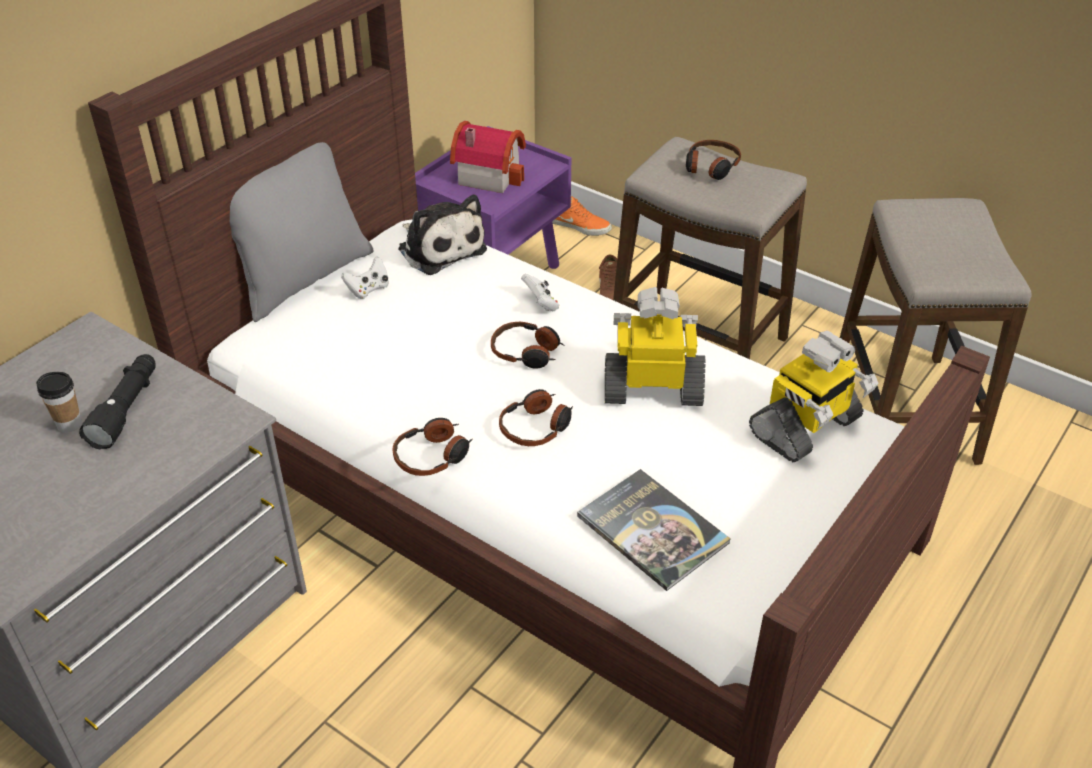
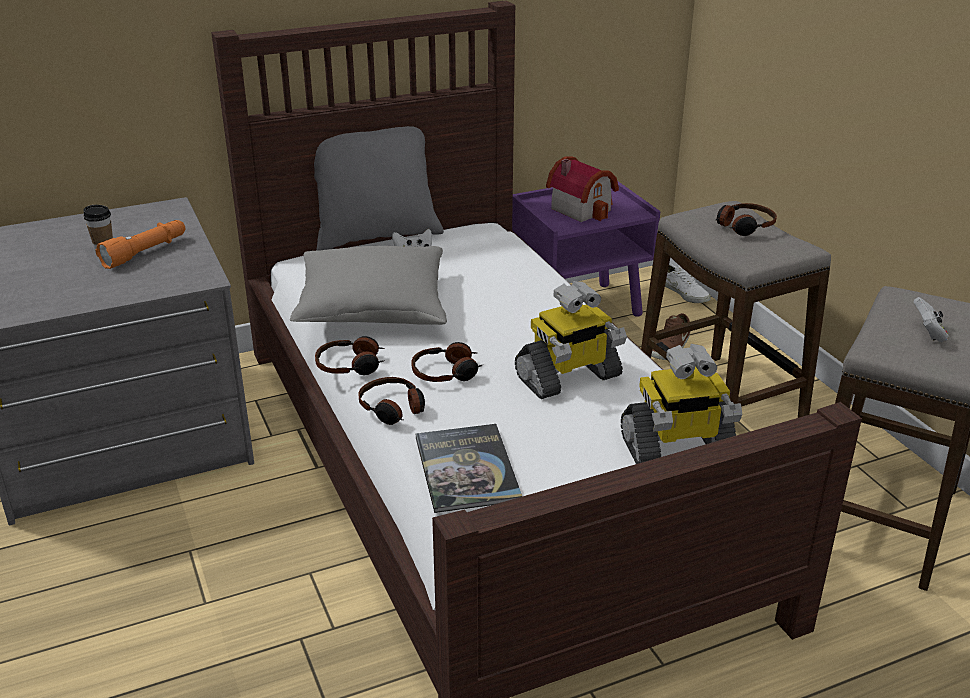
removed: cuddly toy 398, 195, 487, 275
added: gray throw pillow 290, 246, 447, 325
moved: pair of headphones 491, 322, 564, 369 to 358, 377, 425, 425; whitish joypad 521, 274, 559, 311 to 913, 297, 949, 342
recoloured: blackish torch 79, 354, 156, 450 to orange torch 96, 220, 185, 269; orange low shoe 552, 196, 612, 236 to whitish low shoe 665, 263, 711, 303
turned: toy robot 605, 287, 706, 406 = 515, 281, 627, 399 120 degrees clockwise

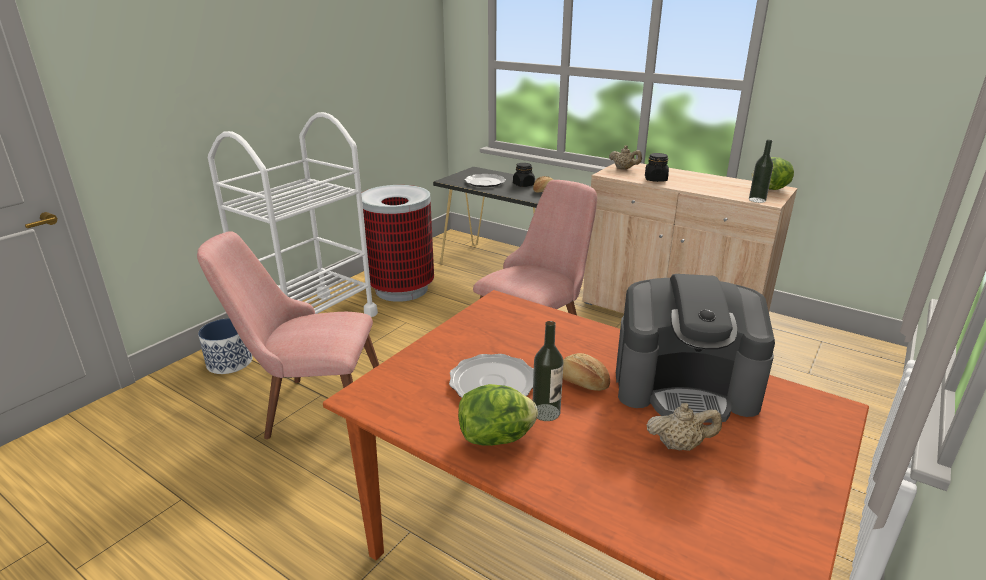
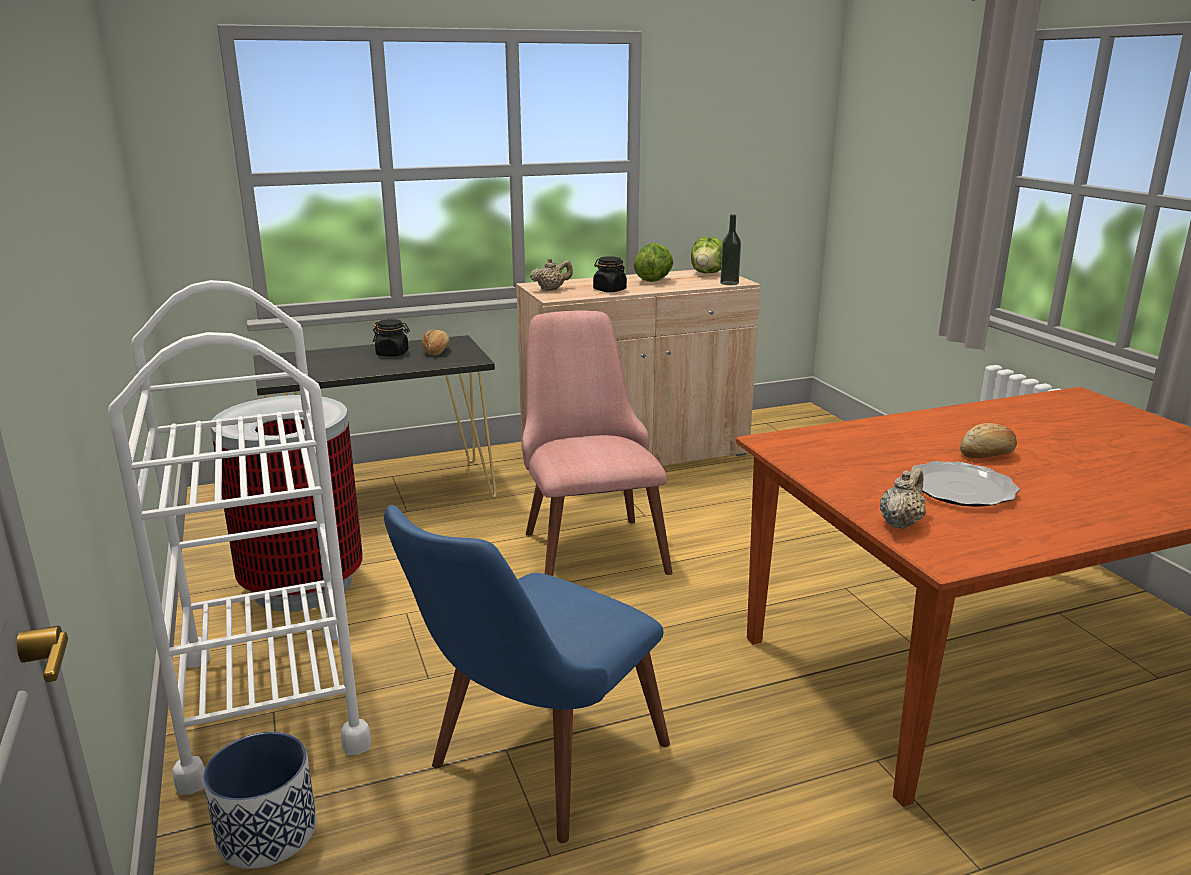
removed: flat dish 465, 174, 506, 187; beverage bottle 533, 321, 564, 421; coffee machine 616, 274, 775, 423
moved: lettuce head 458, 384, 538, 446 to 634, 243, 673, 282; beige-coloured pot for tea 646, 403, 722, 451 to 880, 467, 926, 530
recoloured: pink-coloured chair 197, 231, 379, 439 to blue-coloured chair 384, 505, 670, 843

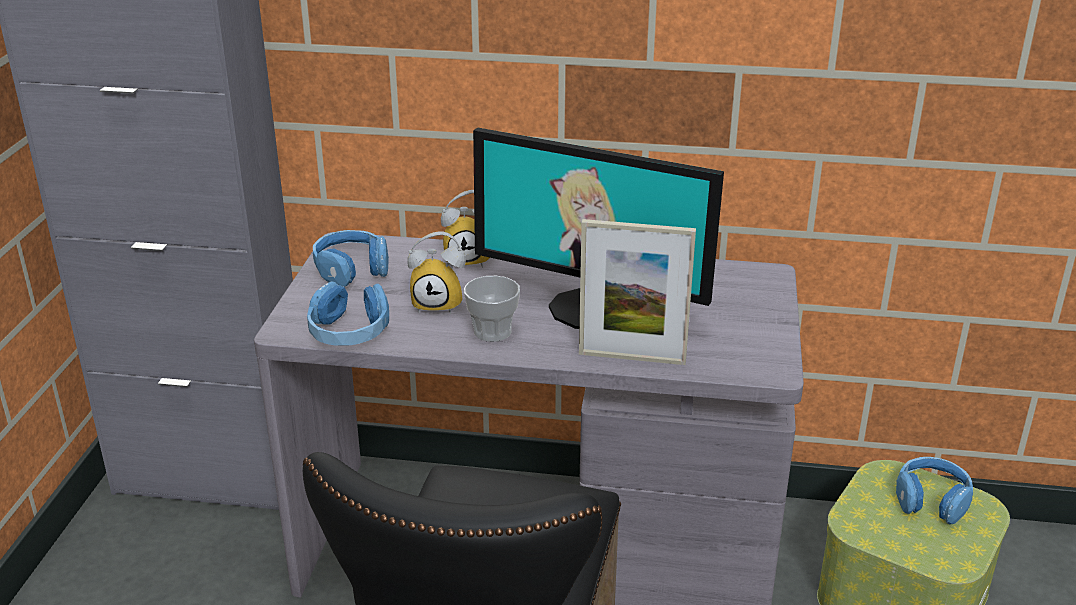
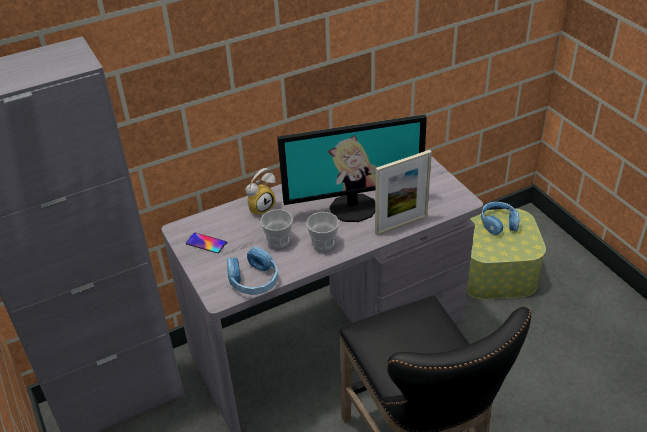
replaced: blue-coloured pair of headphones 313, 230, 389, 287 to phone 186, 233, 227, 253; bedside clock 407, 231, 466, 314 to small cup 260, 209, 293, 248

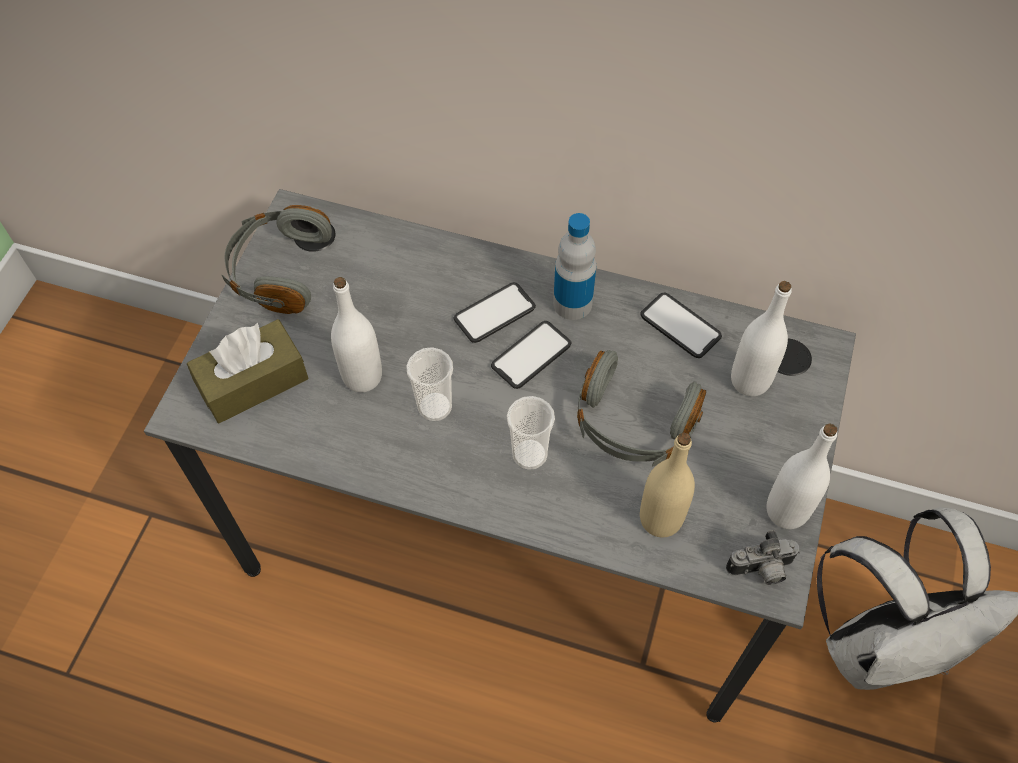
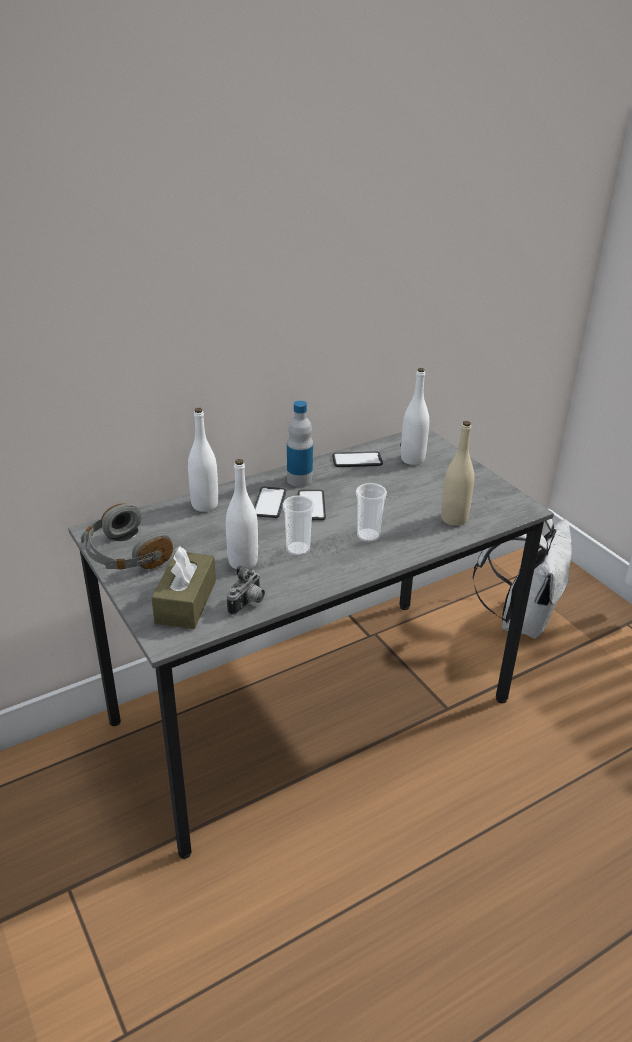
removed: gray pair of headphones 577, 350, 706, 467
moved: photo camera 726, 530, 800, 585 to 227, 565, 265, 615; whitish beverage bottle 766, 423, 837, 529 to 188, 408, 218, 512

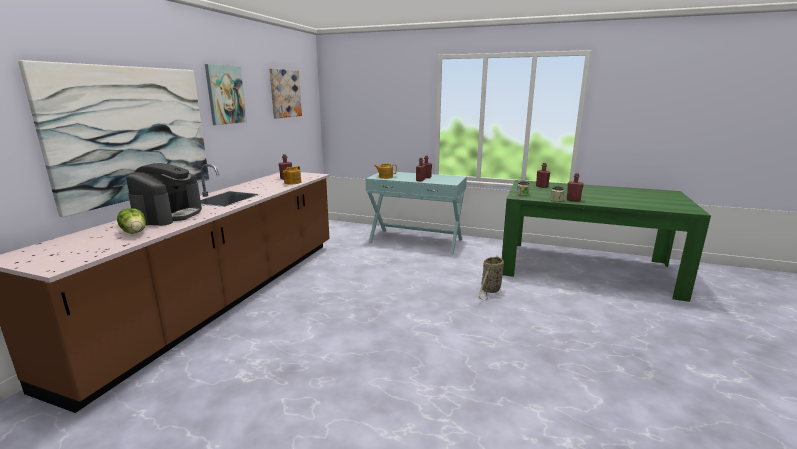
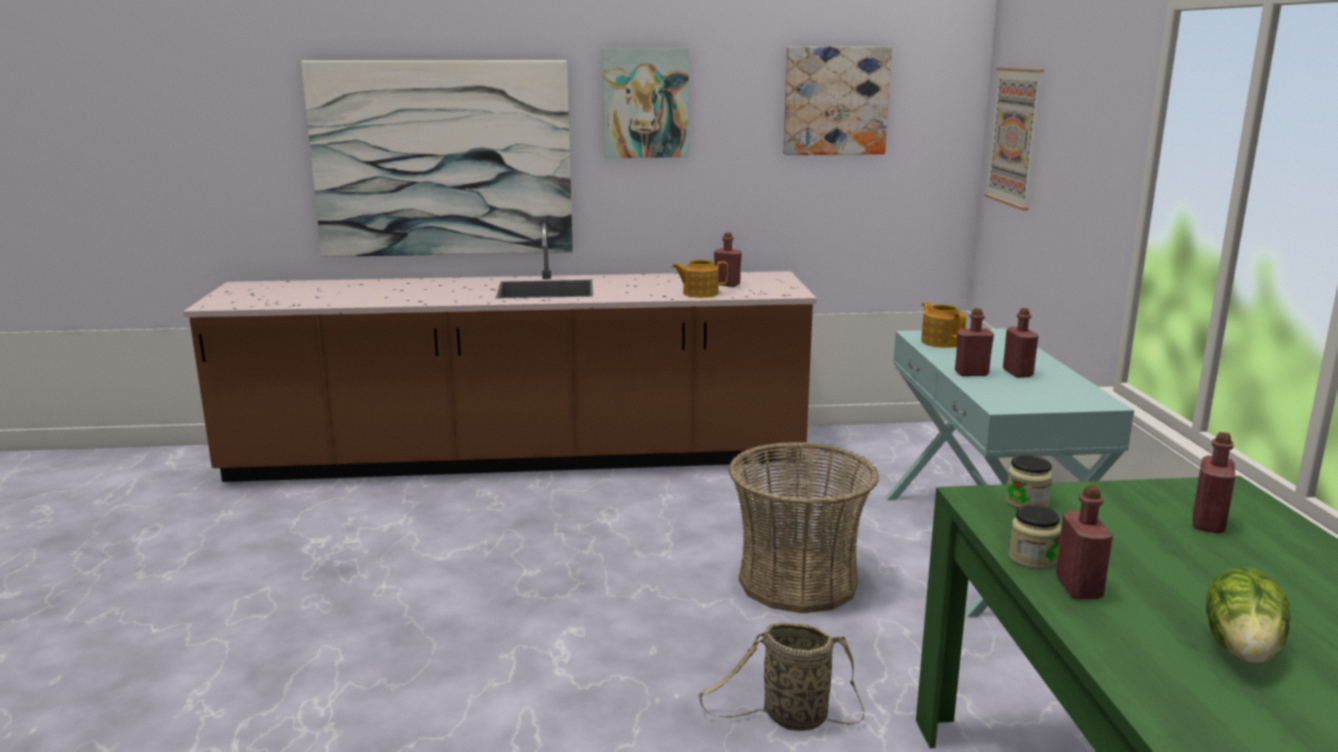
removed: coffee machine 126, 163, 202, 226
added: storage basket 728, 442, 879, 613; wall picture 985, 67, 1044, 210
moved: lettuce head 117, 208, 146, 234 to 1206, 567, 1290, 664

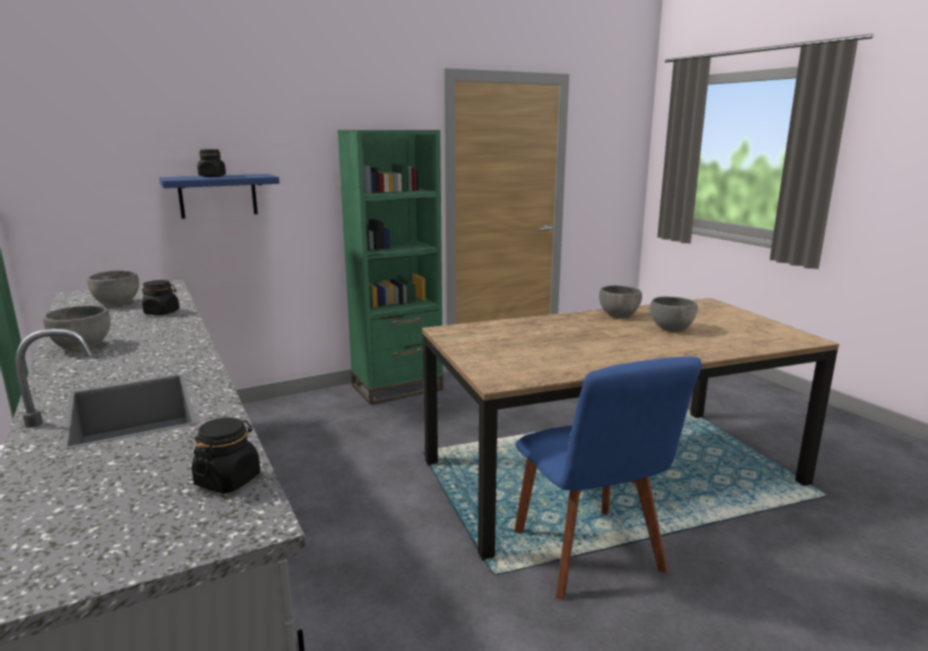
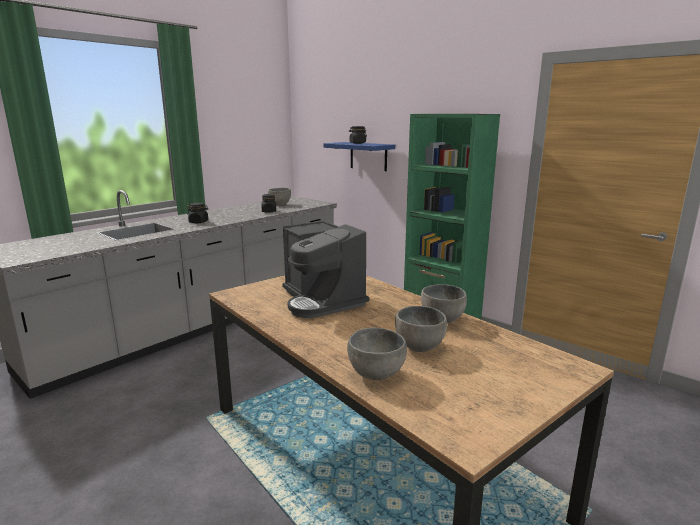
removed: blue-coloured chair 514, 356, 702, 600
added: coffee machine 282, 221, 369, 318
moved: gray deep dish 43, 306, 111, 351 to 347, 328, 407, 380; blackish jar 192, 417, 260, 494 to 187, 203, 208, 223

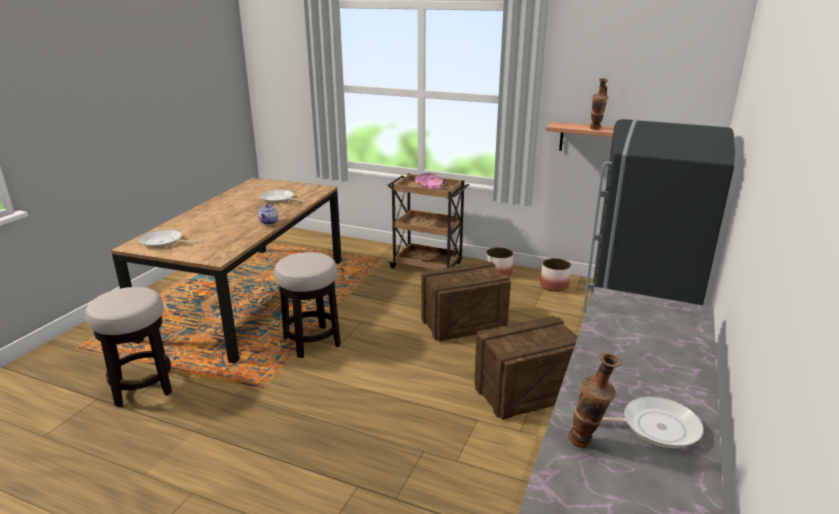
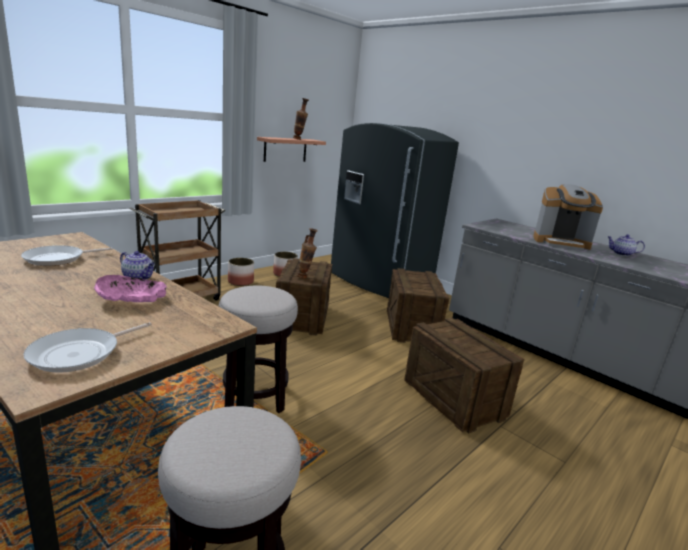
added: shipping crate 404, 318, 524, 433; coffee machine 533, 184, 603, 251
moved: pink-coloured deep dish 415, 173, 447, 189 to 94, 275, 166, 302; flower vase 568, 353, 621, 448 to 297, 228, 318, 278
replaced: pan 601, 396, 704, 448 to pot for tea 608, 234, 645, 256

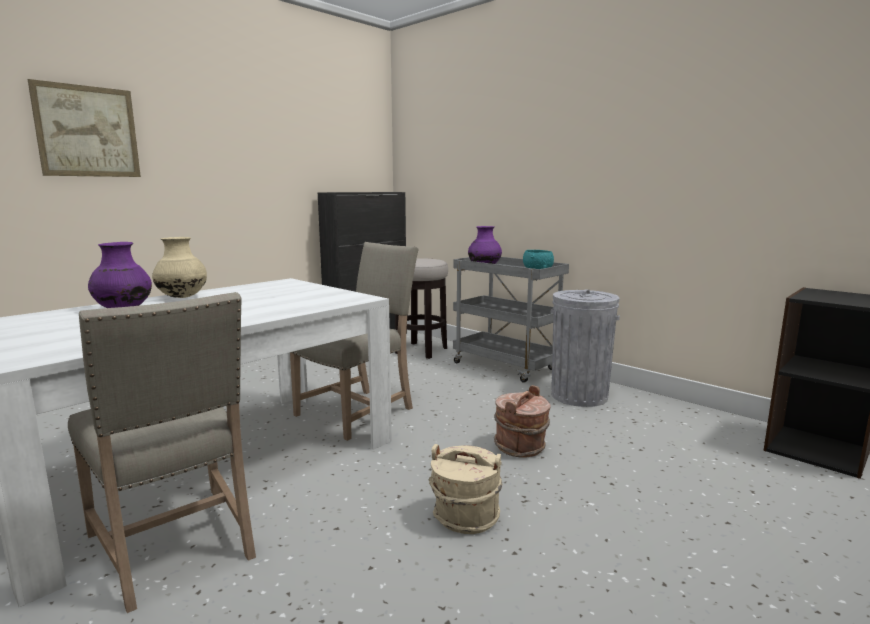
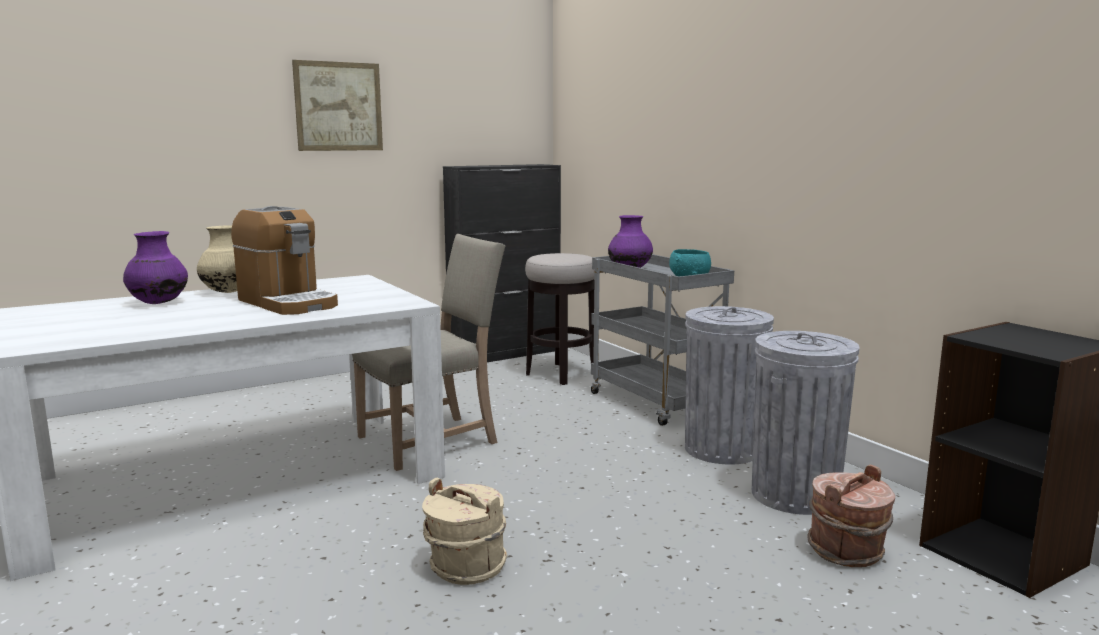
removed: beige-coloured chair 68, 292, 256, 613
added: coffee machine 231, 206, 338, 315; gray rubbish bin 752, 331, 860, 515
moved: wall picture 27, 79, 141, 177 to 292, 60, 383, 151; brown bucket 494, 385, 551, 458 to 807, 464, 895, 567

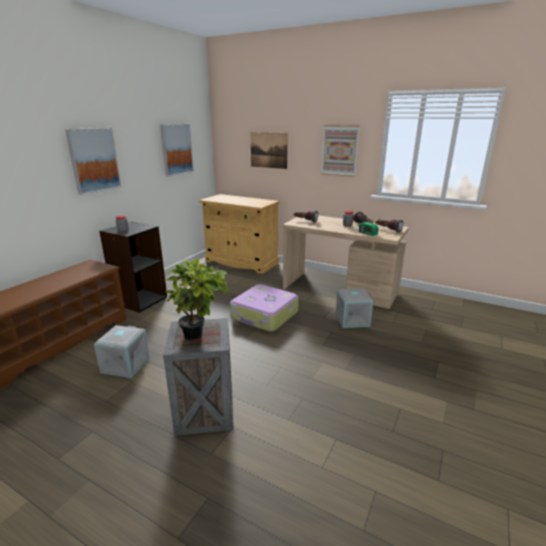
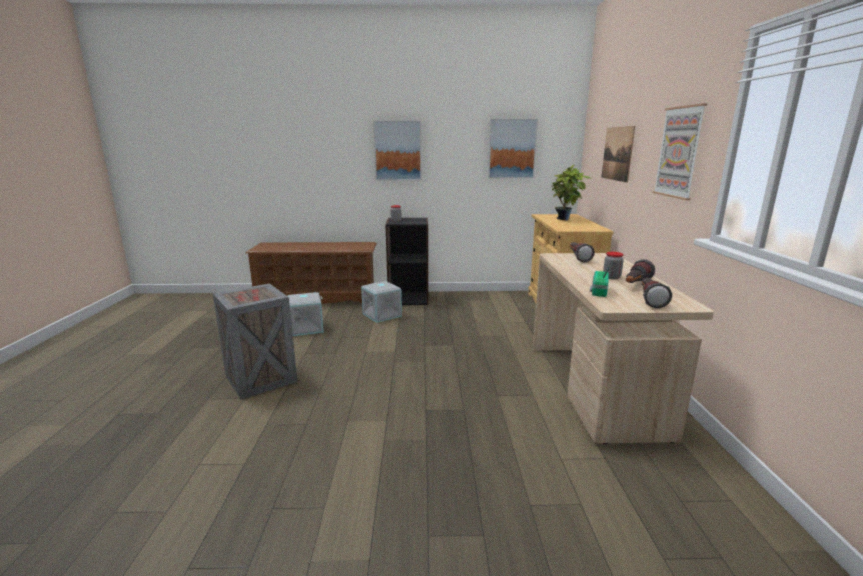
removed: travel case 230, 284, 299, 332
moved: plant in a pot 165, 258, 229, 341 to 551, 165, 591, 220; gray storage container 336, 289, 373, 328 to 361, 281, 402, 323

